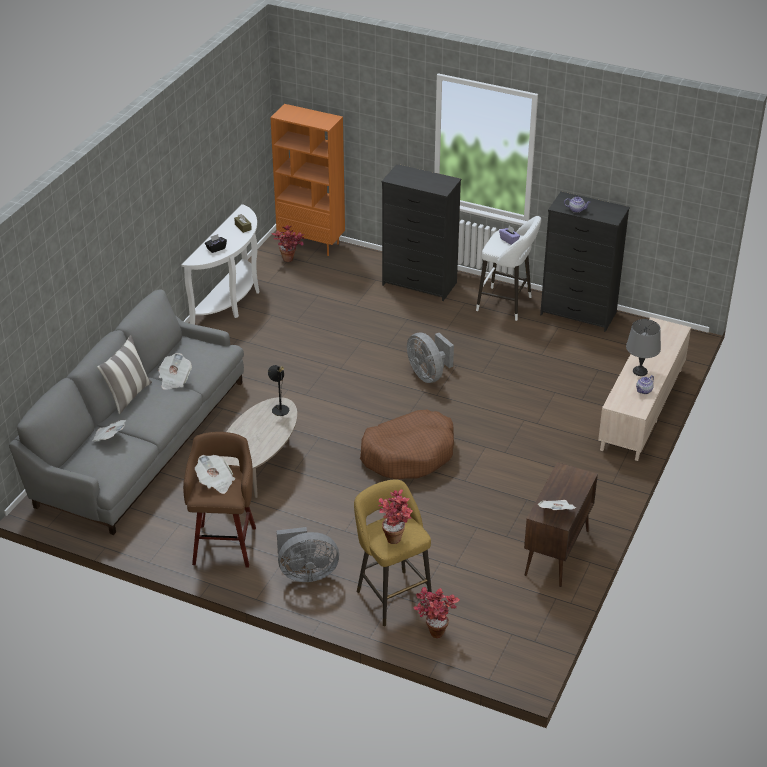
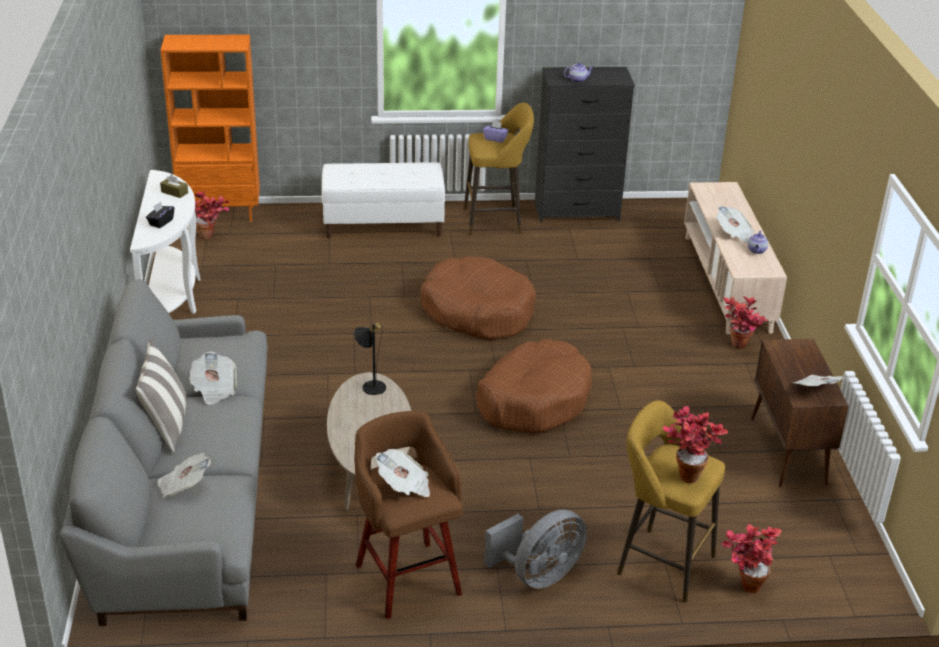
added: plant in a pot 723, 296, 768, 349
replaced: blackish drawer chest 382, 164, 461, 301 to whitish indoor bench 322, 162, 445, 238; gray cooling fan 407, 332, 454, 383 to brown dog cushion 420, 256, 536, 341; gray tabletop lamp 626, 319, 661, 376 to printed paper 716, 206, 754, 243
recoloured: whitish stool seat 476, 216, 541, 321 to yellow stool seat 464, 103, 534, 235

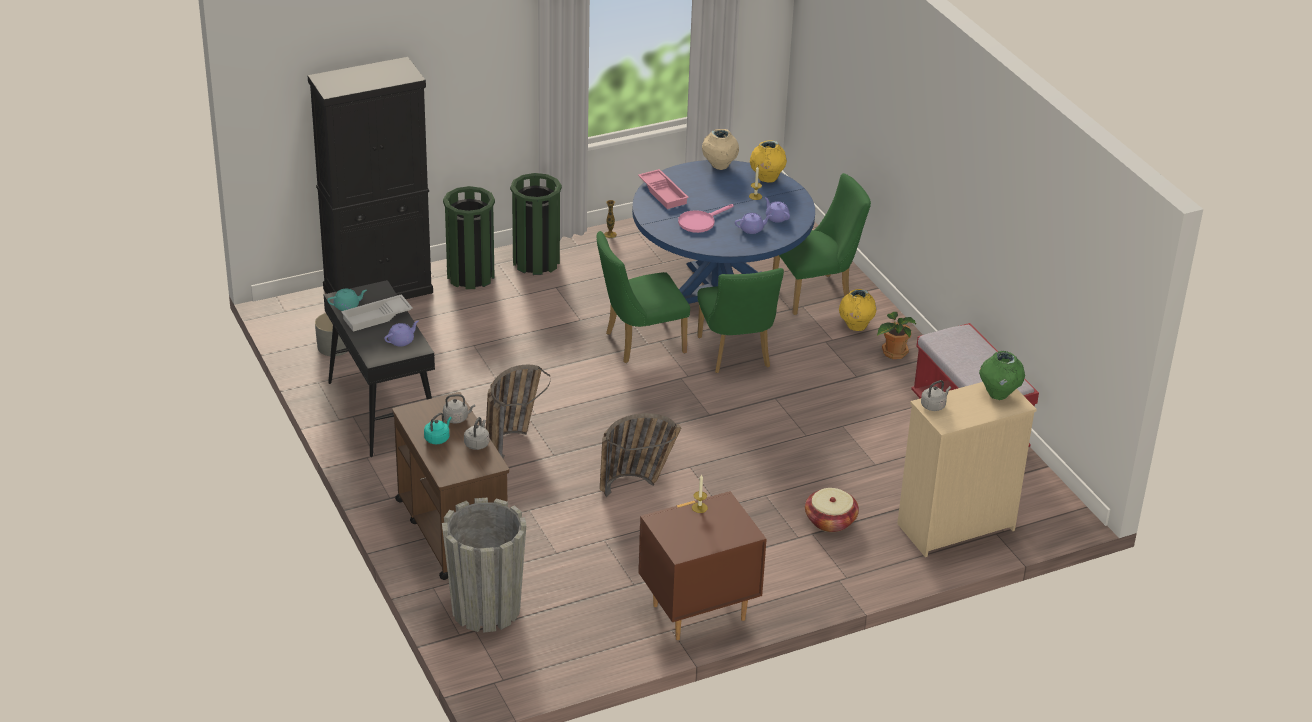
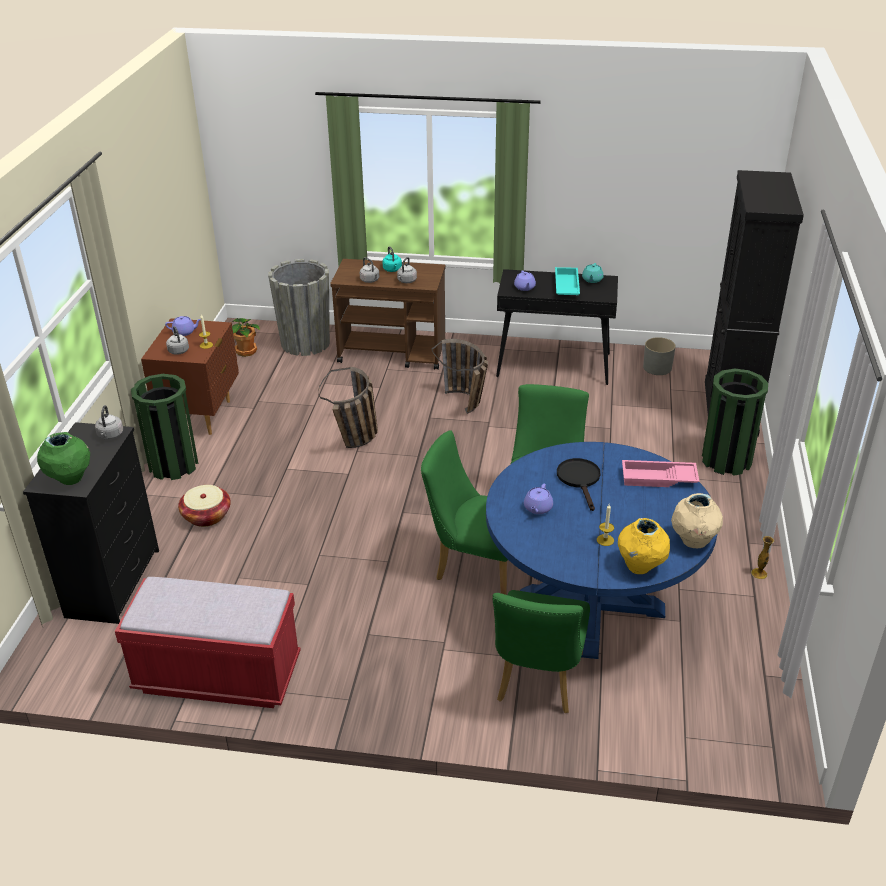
removed: yellow flower vase 839, 289, 877, 331
added: gray kettle 166, 326, 189, 355
moved: green rubbish bin 510, 173, 562, 275 to 131, 374, 198, 480; purple-coloured pot for tea 765, 197, 790, 223 to 165, 316, 201, 336; plant in a pot 877, 312, 916, 359 to 232, 318, 260, 357
recoloured: whitish serving tray 341, 294, 413, 332 to turquoise serving tray 555, 267, 580, 295; pink-coloured pan 678, 204, 733, 233 to blackish pan 557, 458, 601, 511; beige-coloured drawer chest 897, 382, 1037, 557 to blackish drawer chest 23, 422, 159, 624

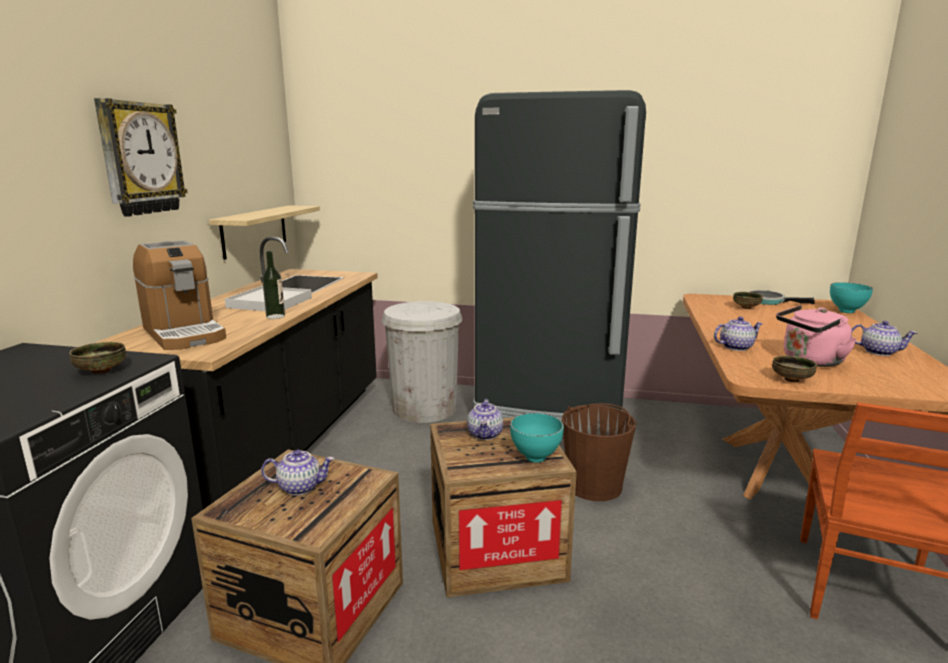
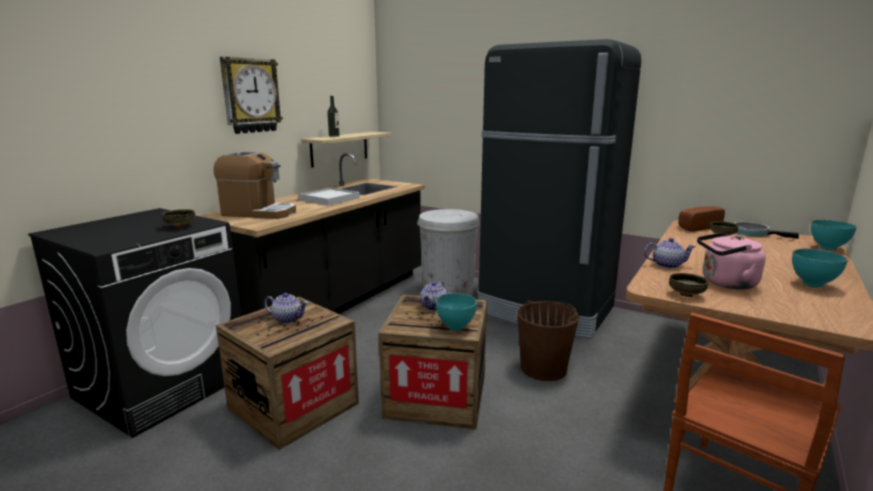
added: bakery bread 678, 206, 725, 232
moved: beverage bottle 262, 251, 285, 319 to 327, 96, 340, 137
replaced: pot for tea 851, 321, 917, 356 to turquoise deep dish 792, 249, 848, 287
turned: coffee machine 133, 240, 226, 350 = 213, 152, 296, 219 60 degrees counterclockwise

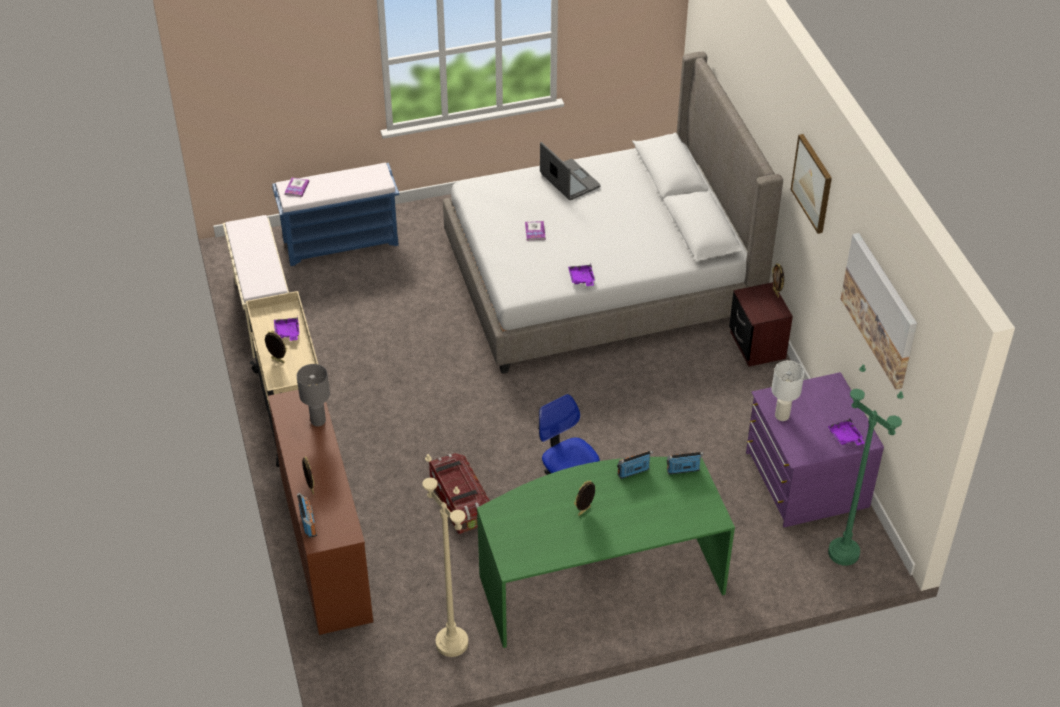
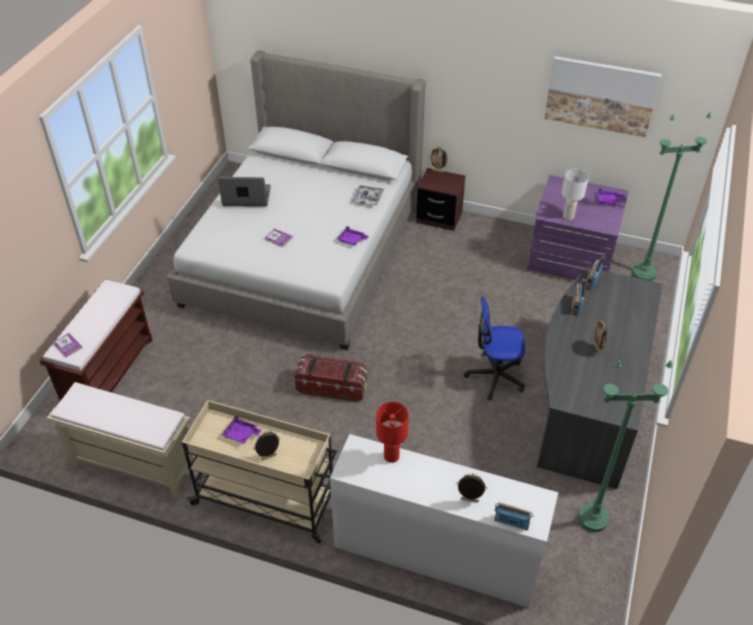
removed: wall picture 790, 134, 832, 234
added: serving tray 352, 185, 384, 206
moved: storage container 429, 453, 490, 534 to 294, 354, 367, 402
recoloured: brown drawer chest 268, 390, 373, 635 to whitish drawer chest 330, 434, 558, 608; blue-coloured indoor bench 272, 163, 399, 266 to brown indoor bench 39, 279, 152, 401; gray tabletop lamp 297, 364, 330, 426 to red tabletop lamp 376, 402, 409, 463; beige-coloured floor lamp 422, 454, 468, 657 to green floor lamp 578, 360, 673, 532; green desk 477, 457, 735, 648 to gray desk 537, 267, 663, 489

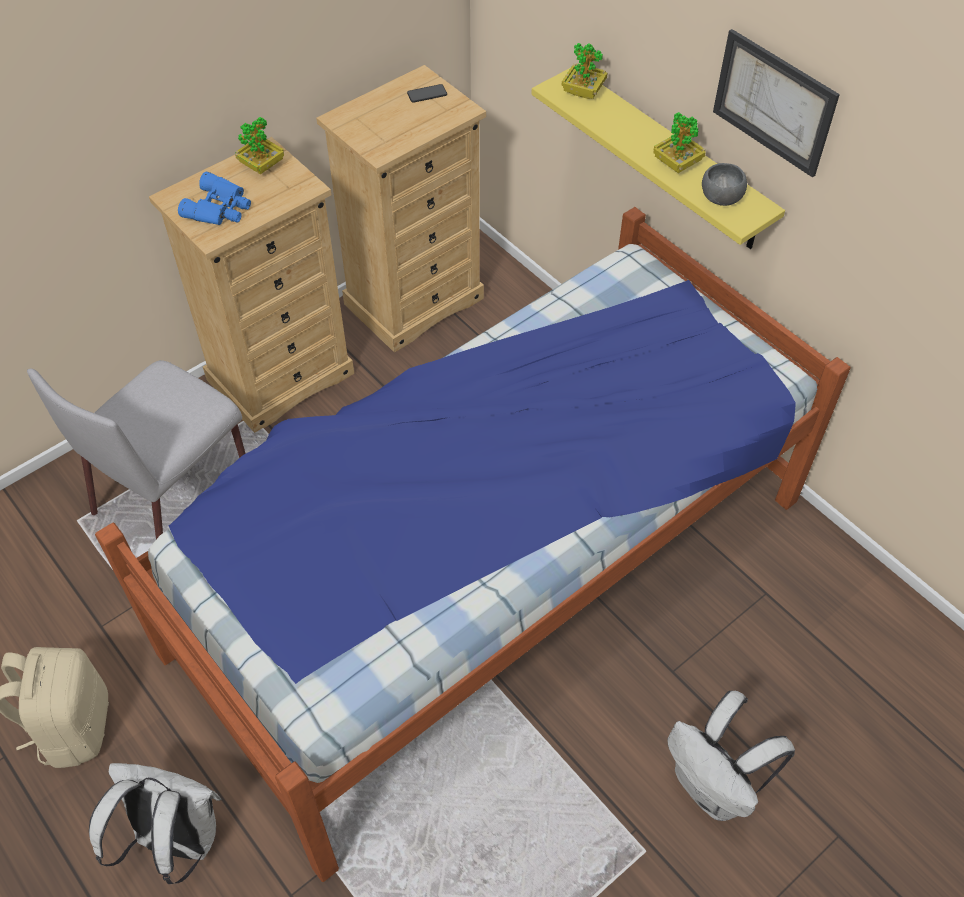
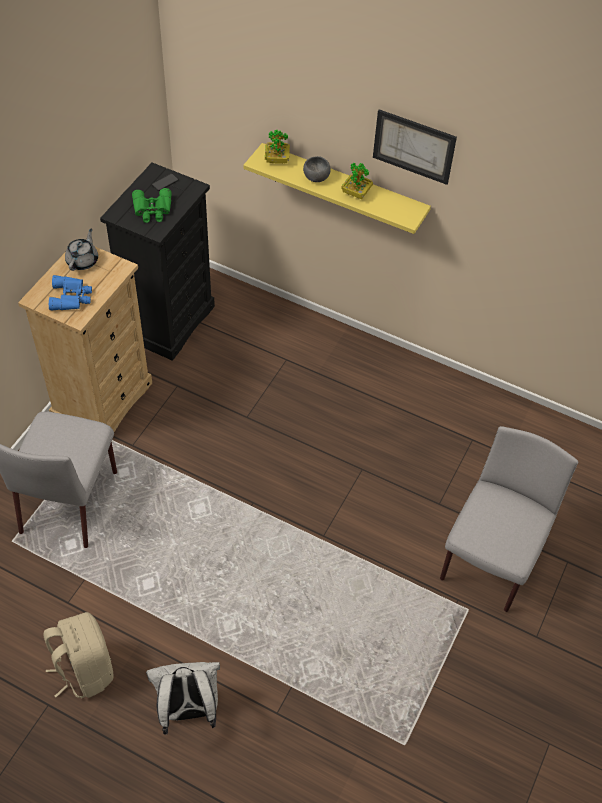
removed: bedroom bed 95, 207, 851, 882
added: green binoculars 132, 188, 172, 223
moved: gray deep dish 702, 163, 747, 206 to 303, 156, 330, 182
replaced: plant in a pot 235, 117, 284, 174 to gray pot for tea 65, 228, 98, 271; whitish knapsack 668, 691, 795, 821 to gray chair 440, 426, 578, 612
recoloured: beige-coloured drawer chest 316, 65, 486, 353 to blackish drawer chest 100, 163, 215, 361

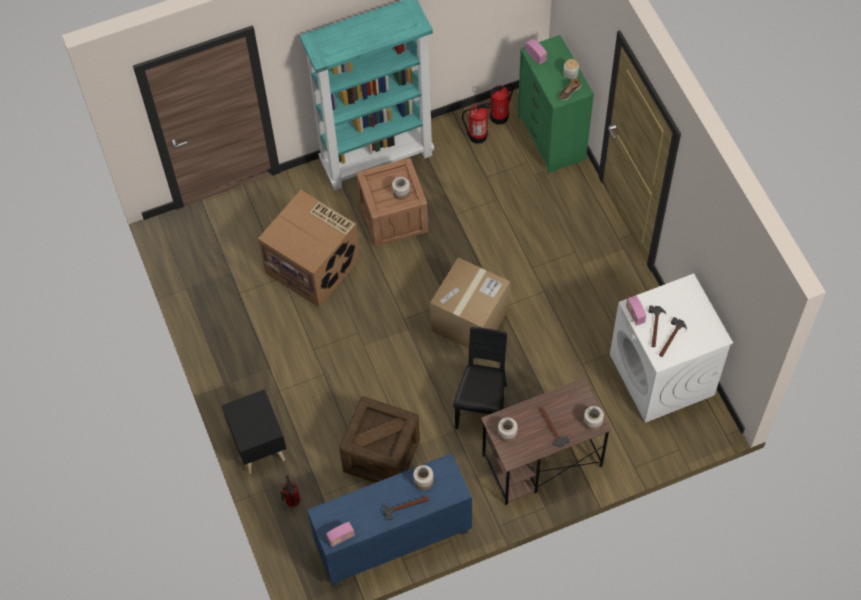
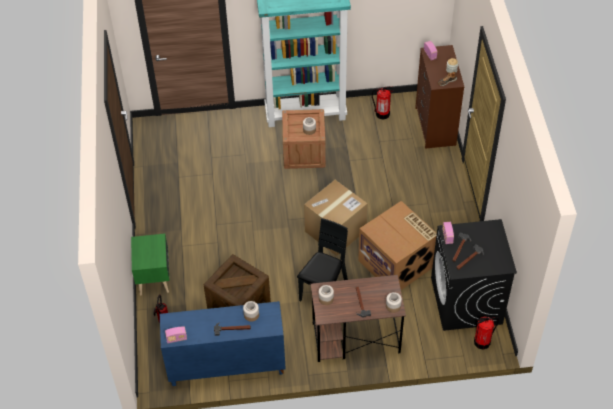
moved: cardboard box 258, 190, 360, 307 to 358, 201, 437, 290; extinguisher 490, 84, 513, 124 to 474, 316, 499, 350
recoloured: blackish nightstand 222, 389, 286, 474 to green nightstand 131, 234, 169, 296; green drawer chest 518, 35, 594, 173 to brown drawer chest 415, 45, 464, 149; whitish laundry machine 610, 274, 733, 423 to blackish laundry machine 431, 219, 517, 331

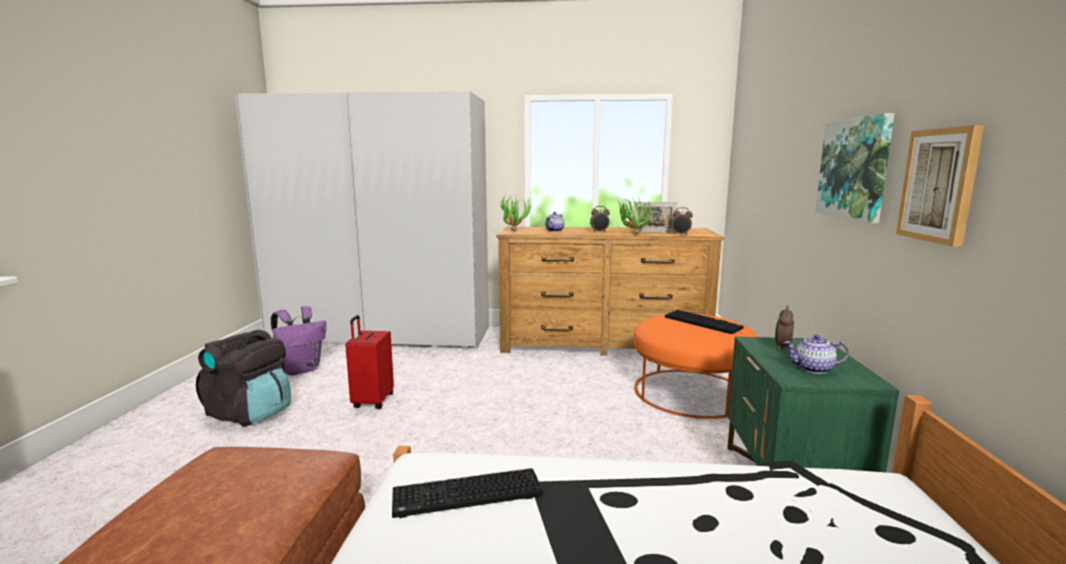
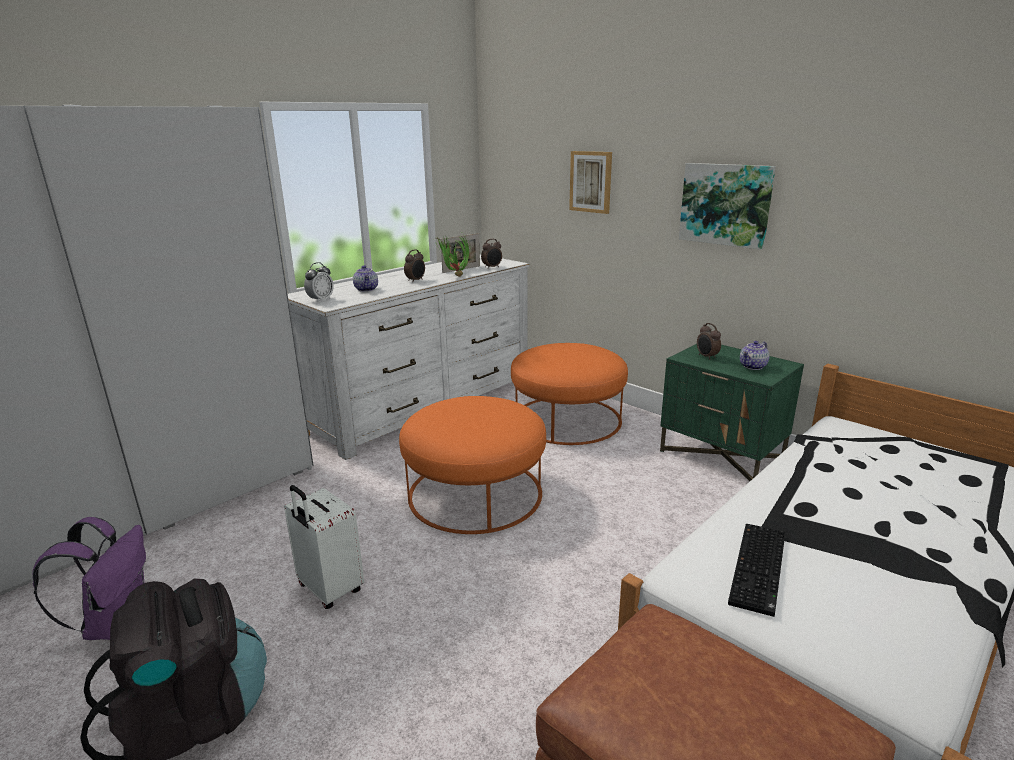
removed: computer keyboard 665, 310, 744, 334
added: orange footrest 399, 396, 546, 534
moved: wall picture 896, 125, 984, 247 to 569, 151, 612, 214
replaced: plant in a pot 499, 194, 532, 231 to bedside clock 304, 262, 334, 303
recoloured: red travel case 346, 315, 394, 409 to whitish travel case 284, 485, 364, 609; brown drawer chest 496, 227, 724, 356 to whitish drawer chest 288, 254, 530, 460

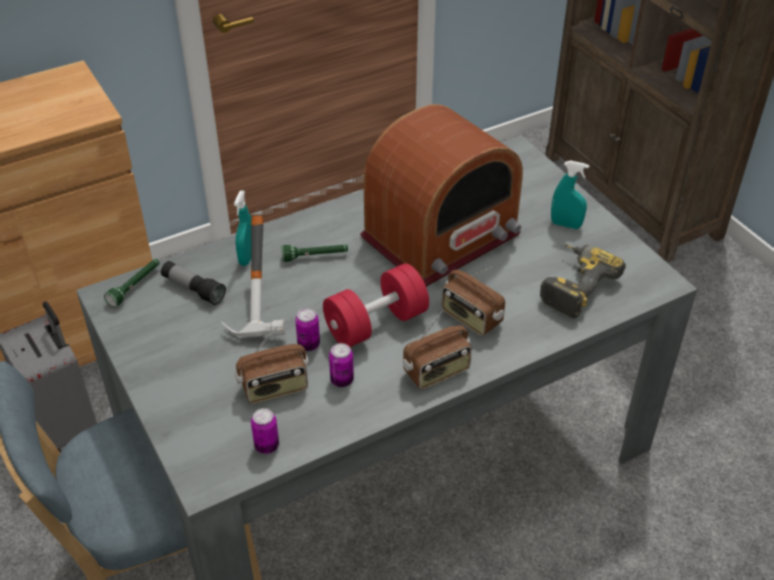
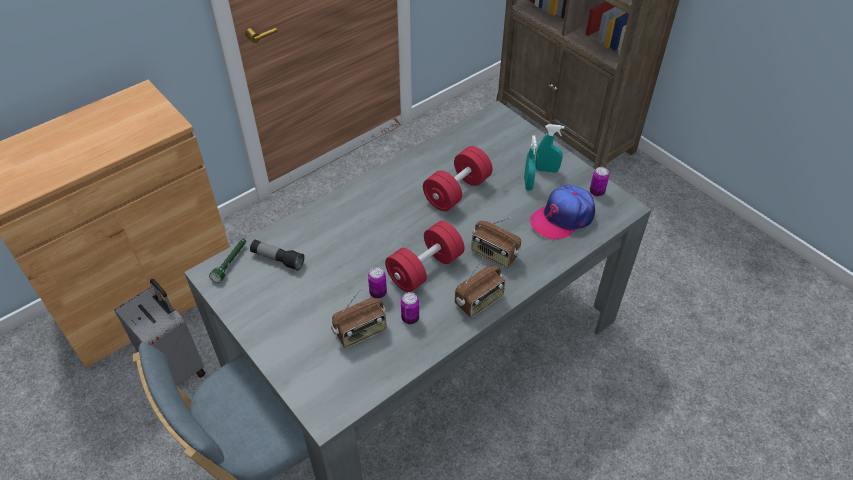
removed: hammer 222, 216, 287, 337; green torch 281, 245, 348, 262
moved: turquoise spray bottle 234, 190, 252, 266 to 524, 136, 537, 191; metal can 251, 408, 279, 454 to 590, 167, 609, 197
replaced: radio set 360, 104, 523, 287 to red free weight 423, 146, 493, 211; drill 540, 244, 626, 318 to peaked cap 530, 185, 595, 240

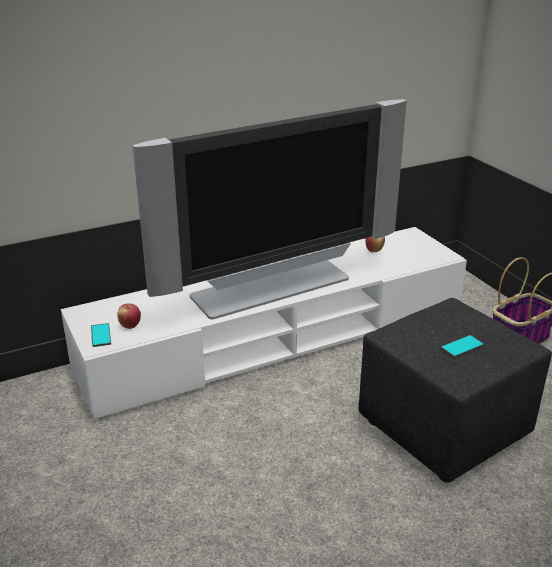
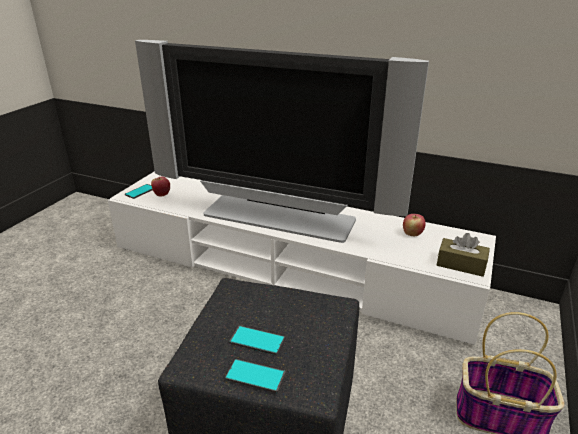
added: phone 225, 359, 286, 393; brown tissue box 437, 233, 490, 277

